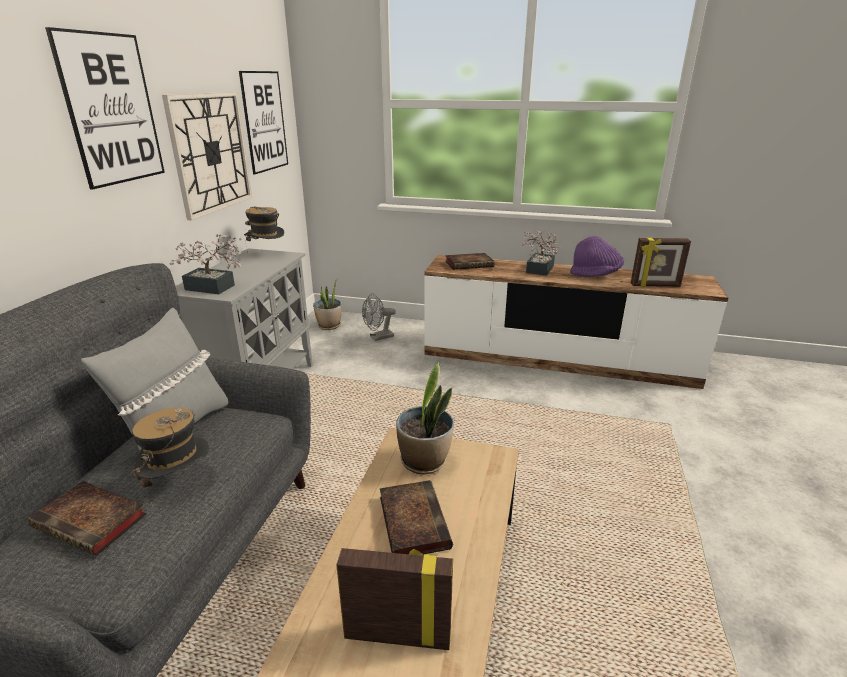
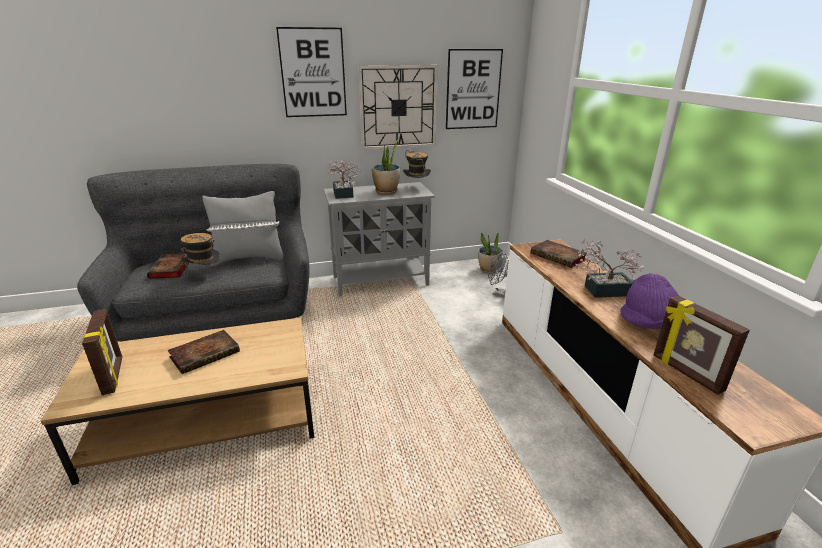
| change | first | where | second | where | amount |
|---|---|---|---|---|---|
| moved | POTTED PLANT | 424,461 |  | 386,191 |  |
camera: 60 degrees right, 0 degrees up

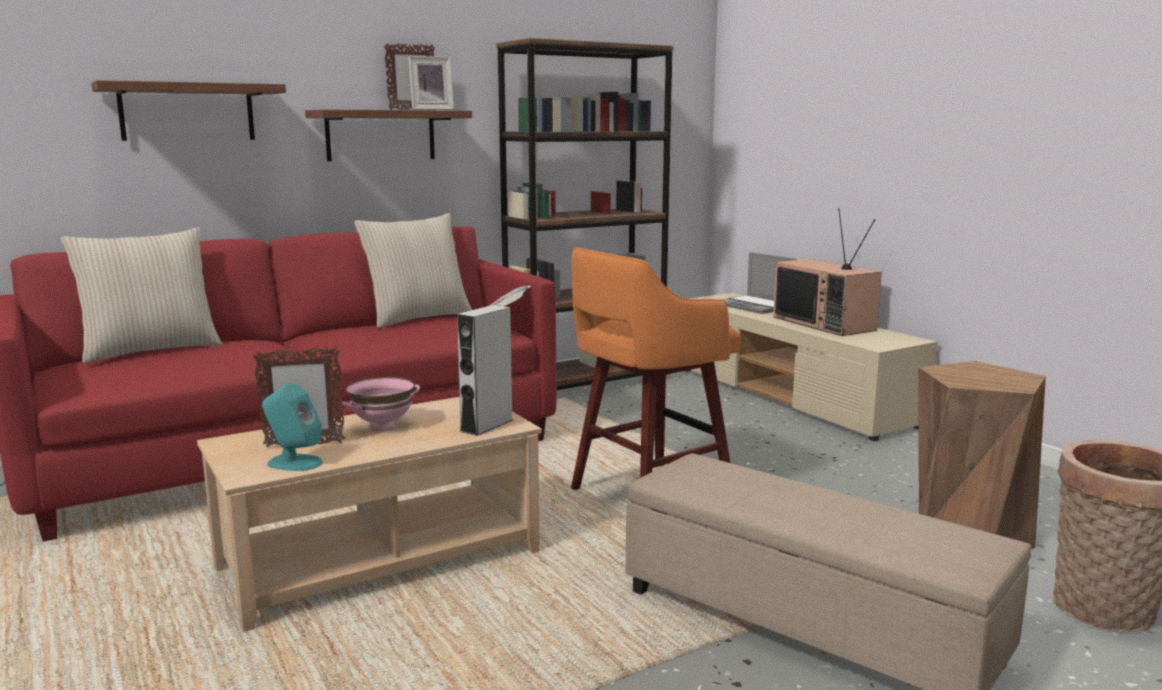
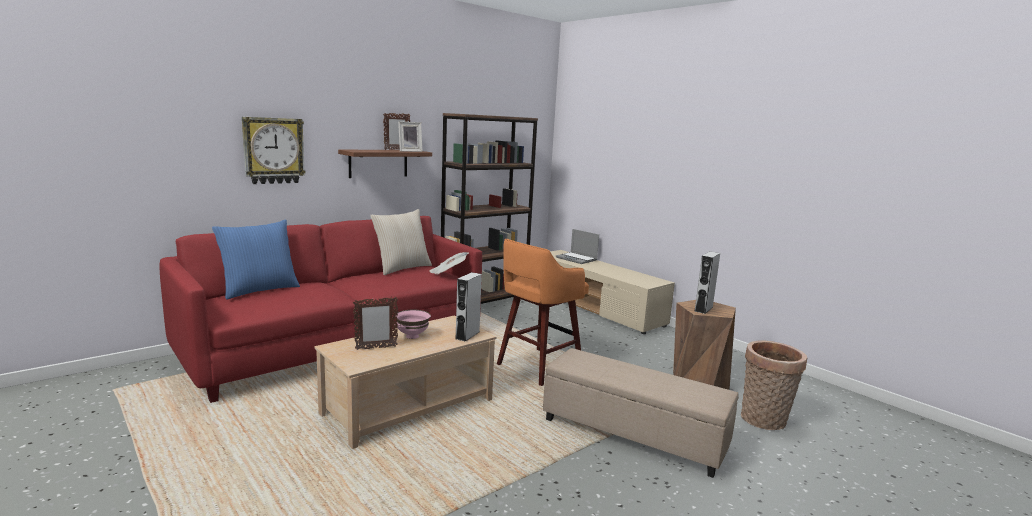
| change | first | where | second | where | amount |
|---|---|---|---|---|---|
| replaced | WALL SHELF | 187,112 | HANGING CLOCK | 273,150 |  |
| removed | TV SET | 826,324 |  |  |  |
| recoloured | BEIGE CUSHION | 150,350 | BLUE-COLOURED CUSHION | 259,290 |  |
| removed | TURQUOISE-COLOURED AUDIO SPEAKER | 294,463 |  |  |  |
| added |  |  | GREYISH AUDIO SPEAKER | 703,309 |  |
camera: 10 degrees left, 0 degrees up

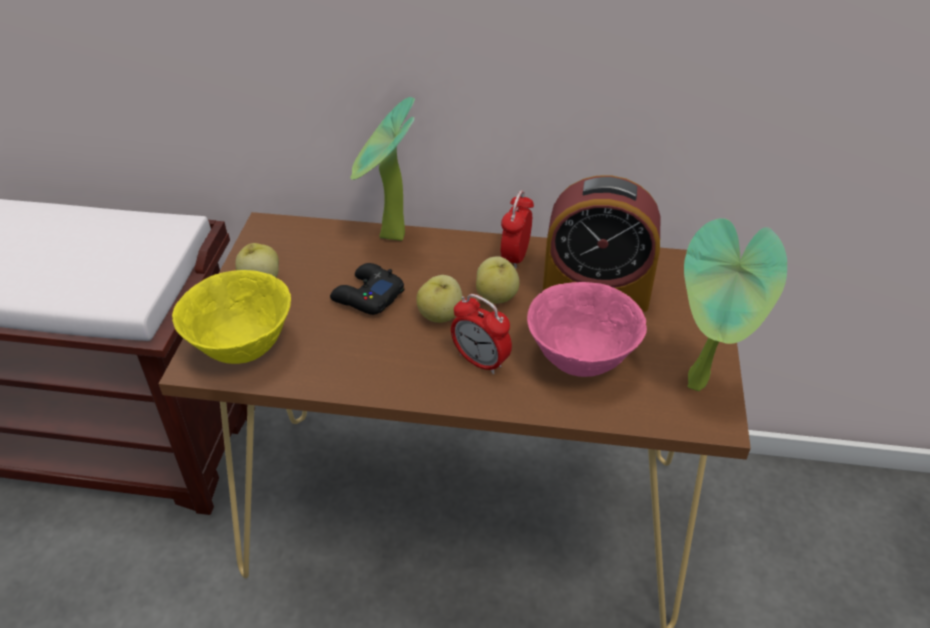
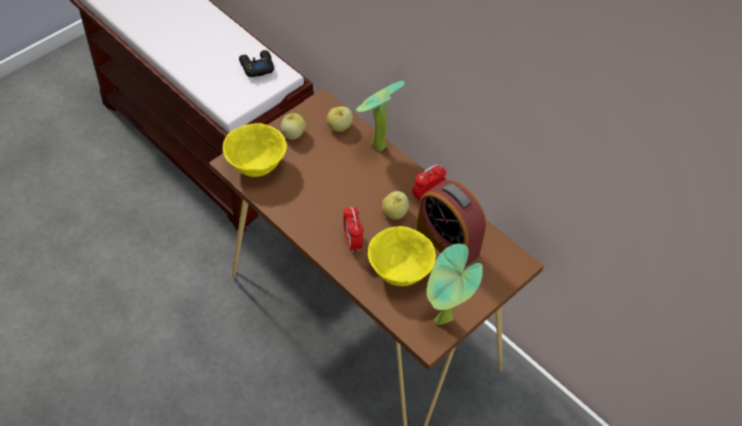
| change | first | where | second | where | amount |
|---|---|---|---|---|---|
| moved | BLACKISH JOYPAD | 367,296 |  | 256,66 |  |
| moved | WHOLE APPLE | 441,315 |  | 339,127 |  |
| recoloured | PINKISH SERVING BOWL | 580,359 | YELLOWISH SERVING BOWL | 399,272 |  |
camera: 35 degrees right, 10 degrees up

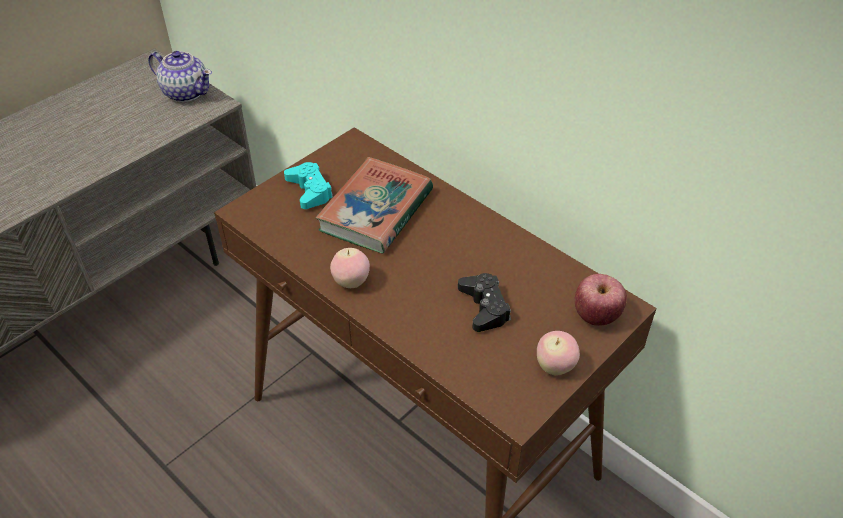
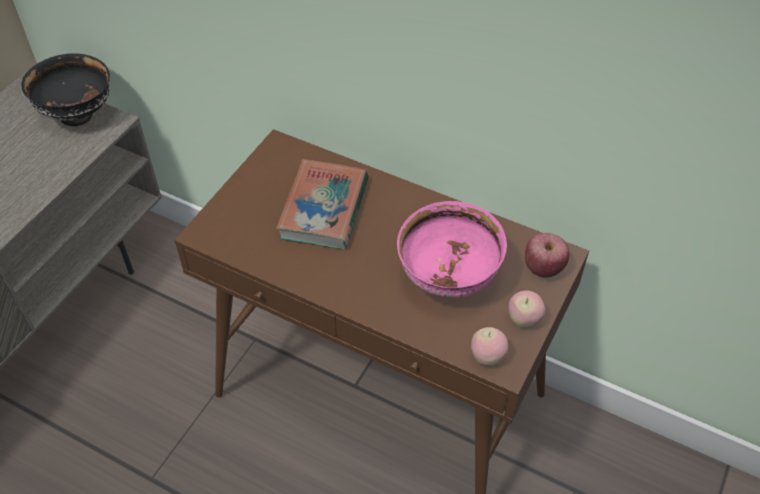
| change | first | where | second | where | amount |
|---|---|---|---|---|---|
| replaced | POT FOR TEA | 186,92 | BLACKISH SERVING BOWL | 78,114 |  |
| removed | TURQUOISE-COLOURED JOYPAD | 310,190 |  |  |  |
| moved | WHOLE APPLE | 351,282 |  | 487,357 |  |
| replaced | BLACKISH JOYPAD | 484,307 | PINKISH SERVING BOWL | 449,280 |  |
camera: 15 degrees left, 5 degrees up

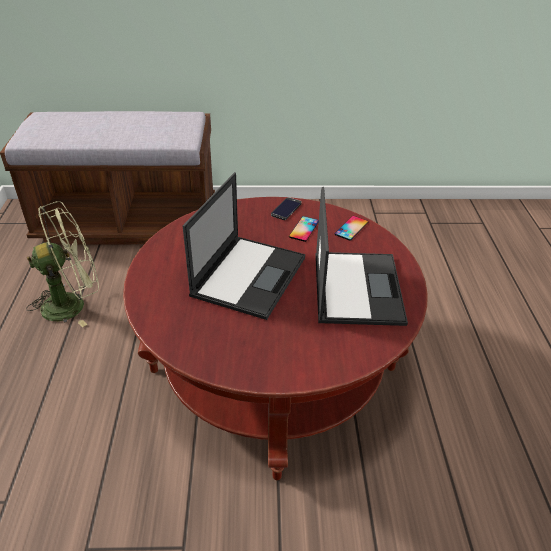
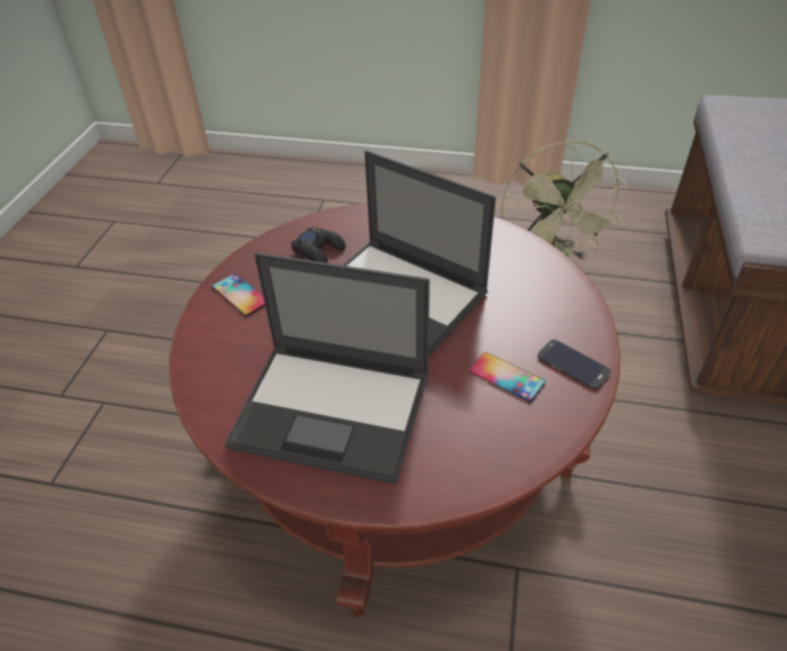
| change | first | where | second | where | amount |
|---|---|---|---|---|---|
| moved | PHONE | 351,228 |  | 240,295 |  |
| added |  |  | BLACKISH JOYPAD | 319,251 |  |
camera: 105 degrees right, 5 degrees up

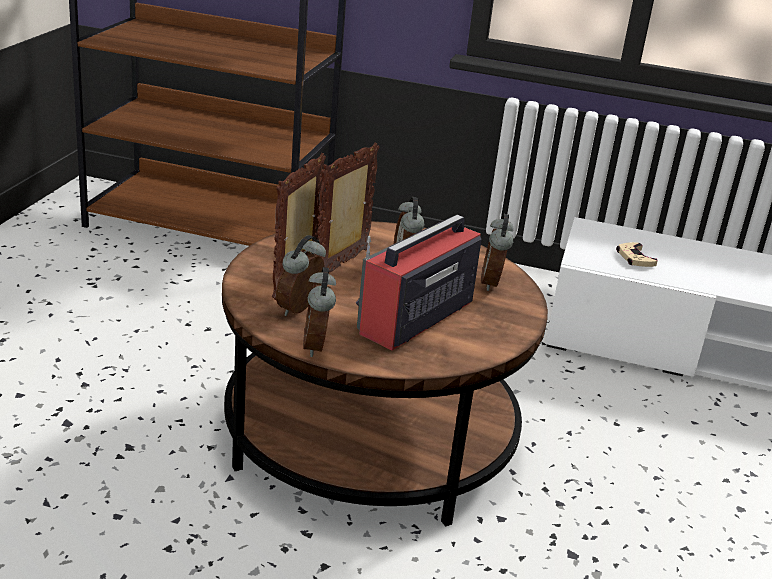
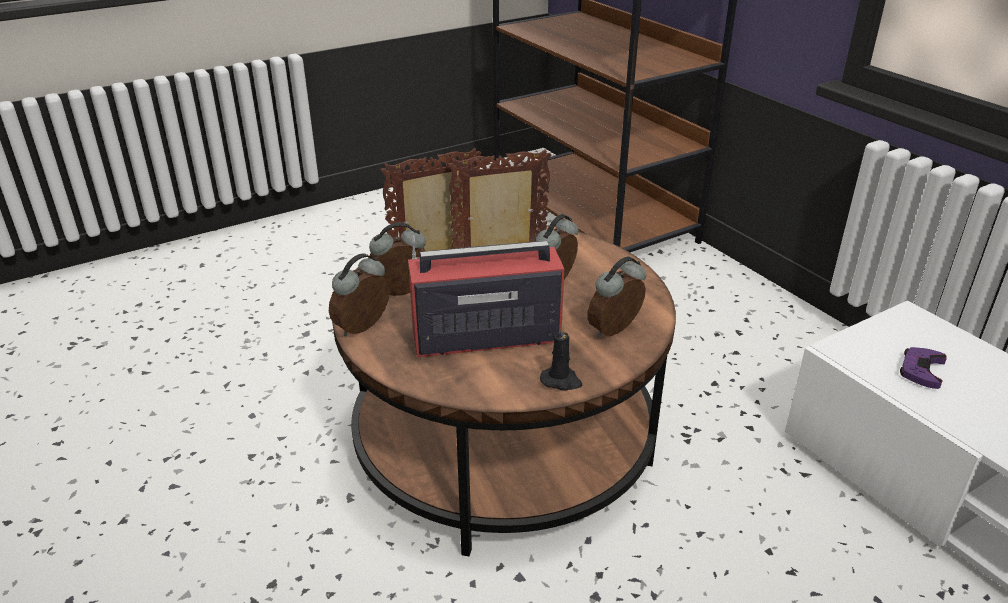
| change | first | where | second | where | amount |
|---|---|---|---|---|---|
| recoloured | BEIGE JOYPAD | 634,258 | PURPLE-COLOURED JOYPAD | 921,370 |  |
| added |  |  | BLACKISH CANDLE | 561,381 |  |
camera: 45 degrees right, 5 degrees up

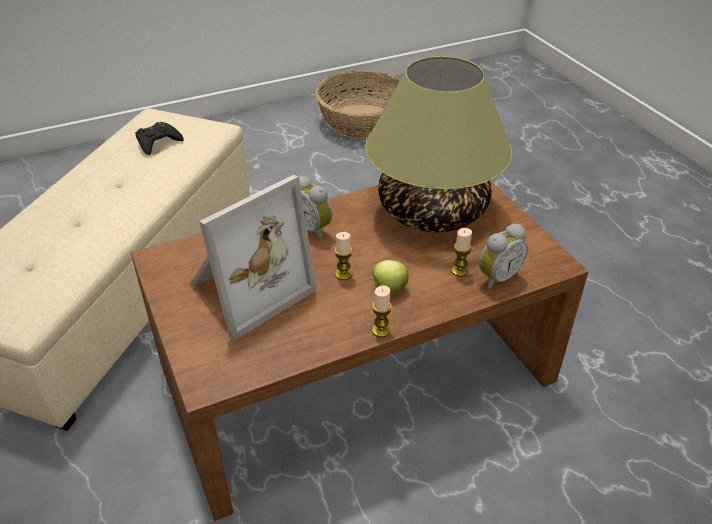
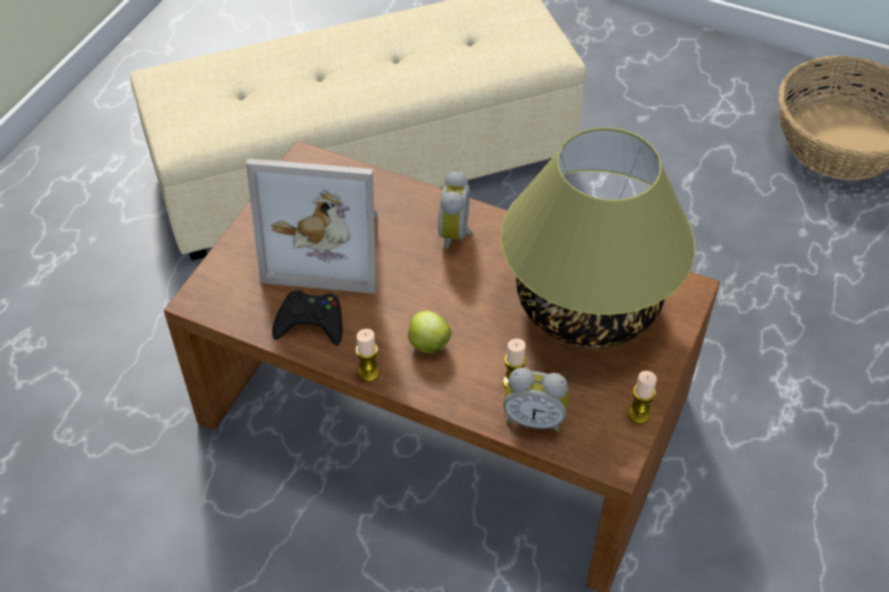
| change | first | where | second | where | amount |
|---|---|---|---|---|---|
| moved | BLACKISH JOYPAD | 158,142 |  | 311,323 |  |
| moved | CANDLE | 343,274 |  | 638,414 |  |
camera: 50 degrees right, 10 degrees up

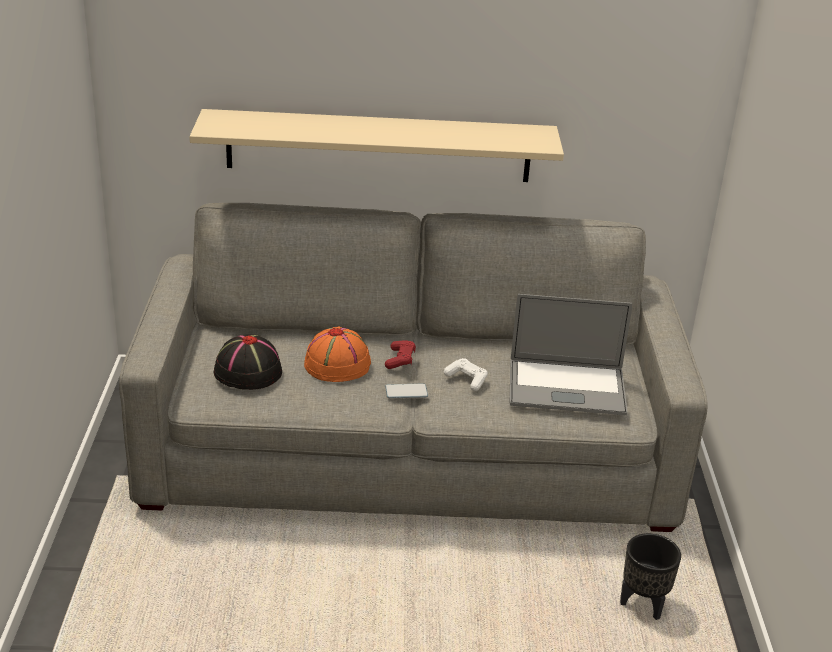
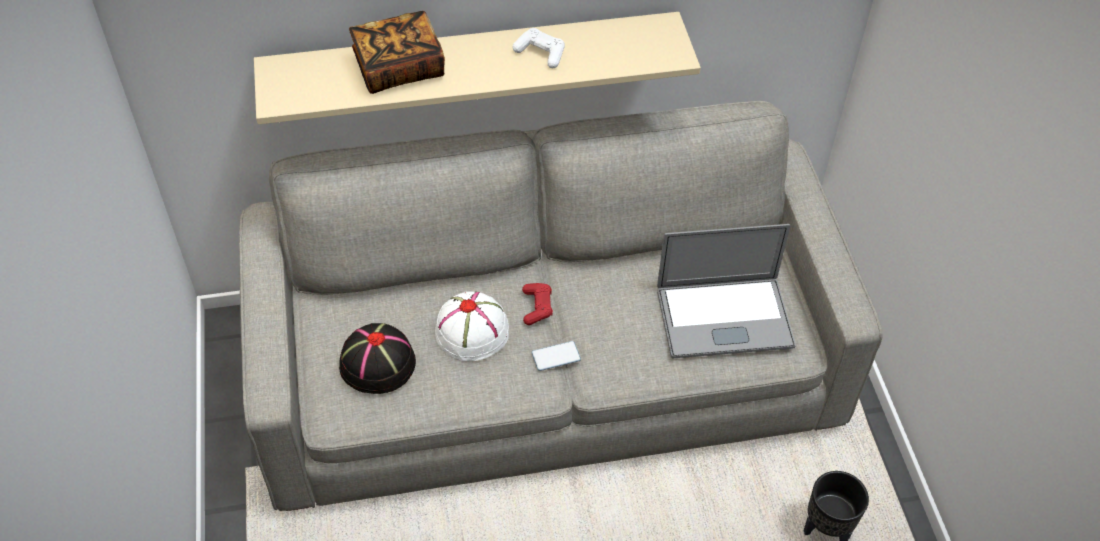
| change | first | where | second | where | amount |
|---|---|---|---|---|---|
| recoloured | ORANGE CLOTHING HAT | 338,364 | WHITE CLOTHING HAT | 472,331 |  |
| moved | WHITE JOYPAD | 467,379 |  | 540,53 |  |
| added |  |  | BOOK | 399,68 |  |
camera: 10 degrees left, 20 degrees up

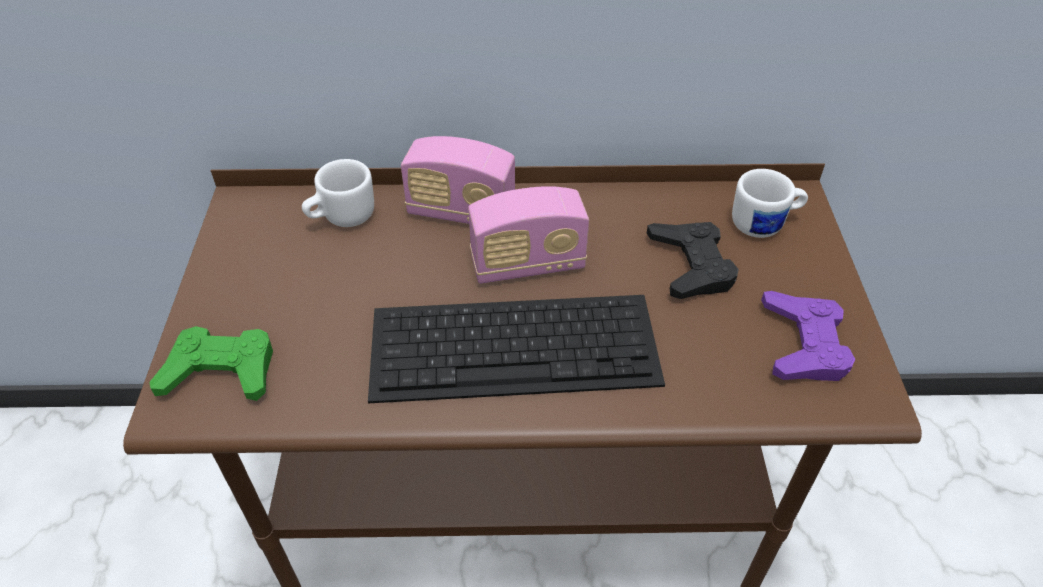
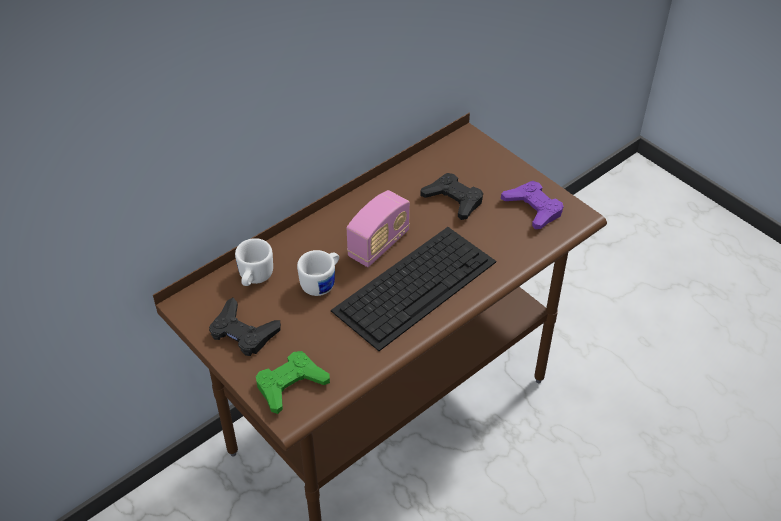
| change | first | where | second | where | amount |
|---|---|---|---|---|---|
| removed | RADIO SET | 461,212 |  |  |  |
| moved | WHITE COFFEE MUG | 765,224 |  | 322,282 |  |
| added |  |  | BLACKISH JOYPAD | 243,332 |  |
camera: 40 degrees left, 0 degrees up

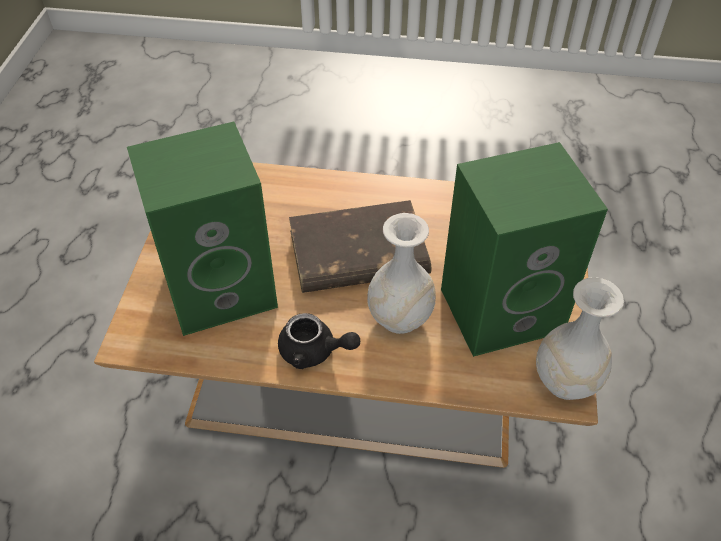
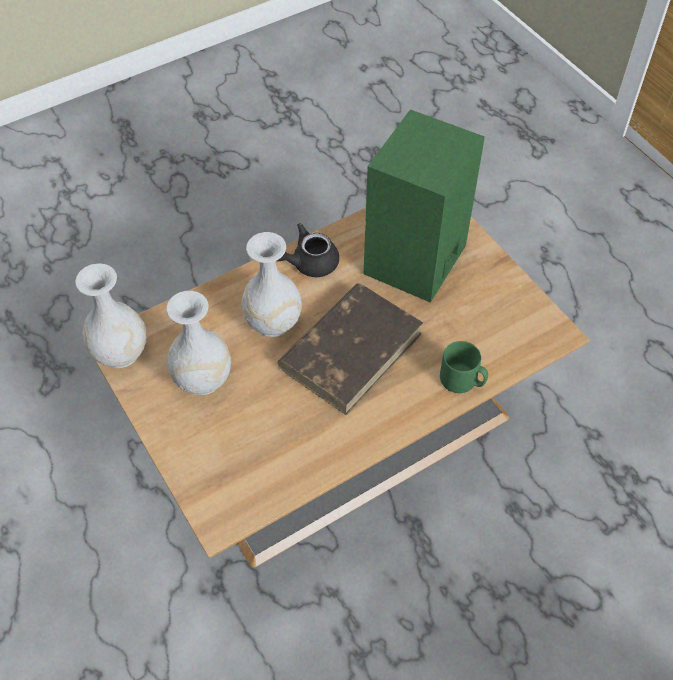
| change | first | where | second | where | amount |
|---|---|---|---|---|---|
| replaced | GREENISH AUDIO SPEAKER | 503,307 | WHITE VASE | 203,380 |  |
| added |  |  | GREENISH COFFEE MUG | 462,380 |  |
camera: 140 degrees right, 5 degrees up

